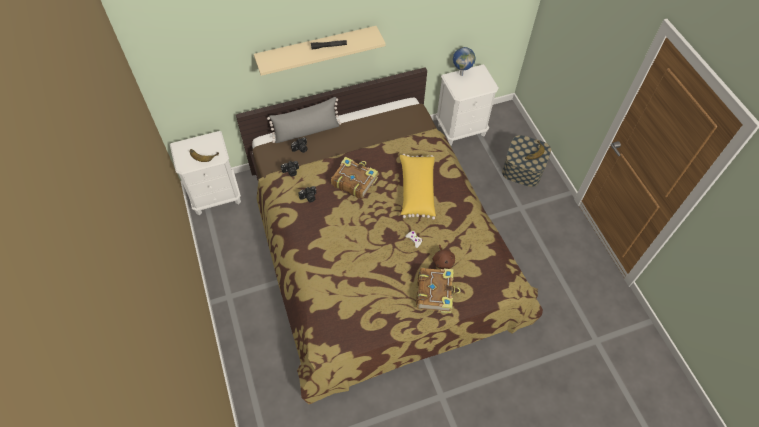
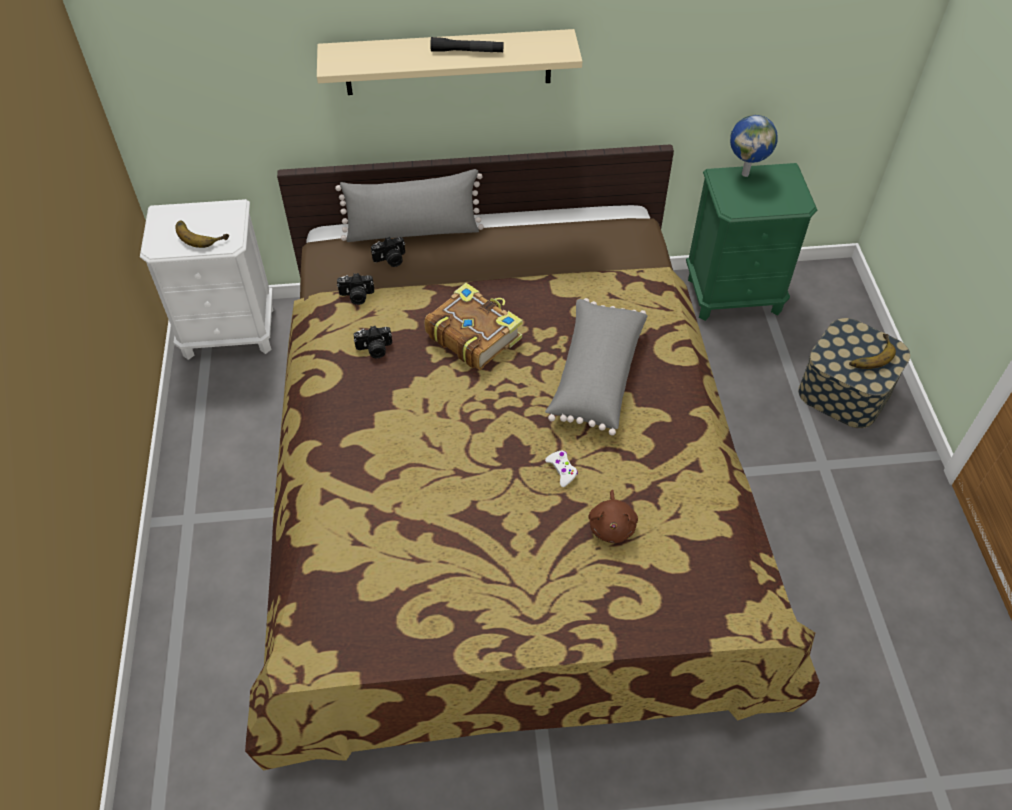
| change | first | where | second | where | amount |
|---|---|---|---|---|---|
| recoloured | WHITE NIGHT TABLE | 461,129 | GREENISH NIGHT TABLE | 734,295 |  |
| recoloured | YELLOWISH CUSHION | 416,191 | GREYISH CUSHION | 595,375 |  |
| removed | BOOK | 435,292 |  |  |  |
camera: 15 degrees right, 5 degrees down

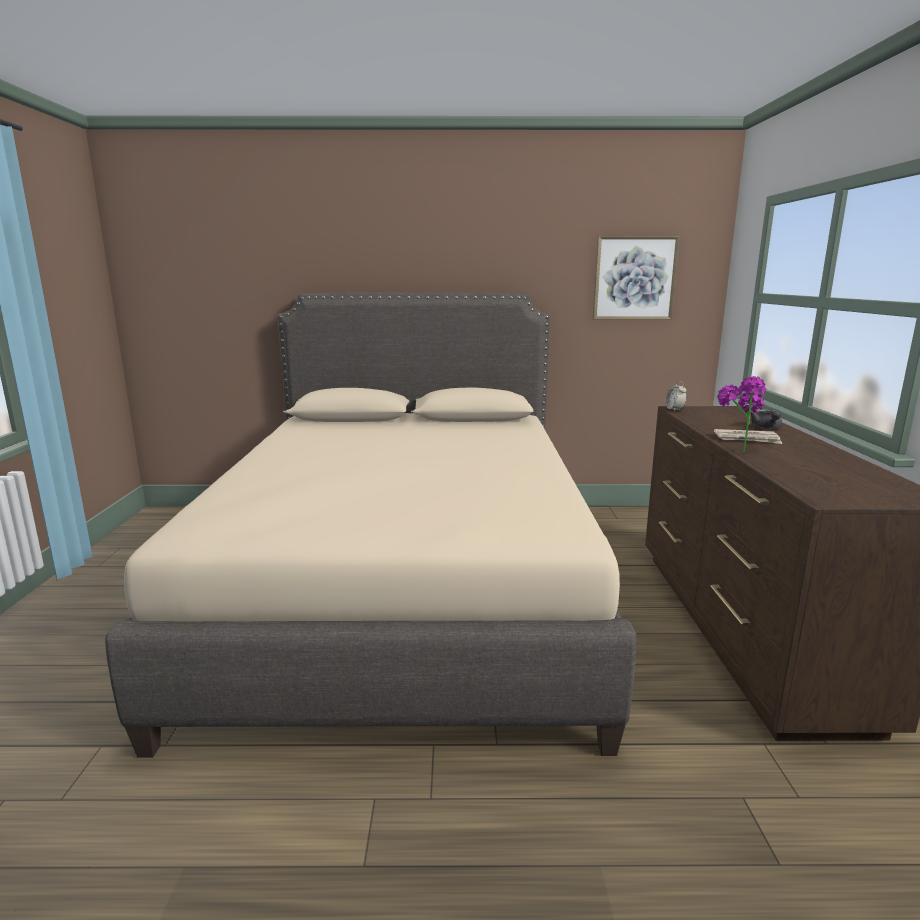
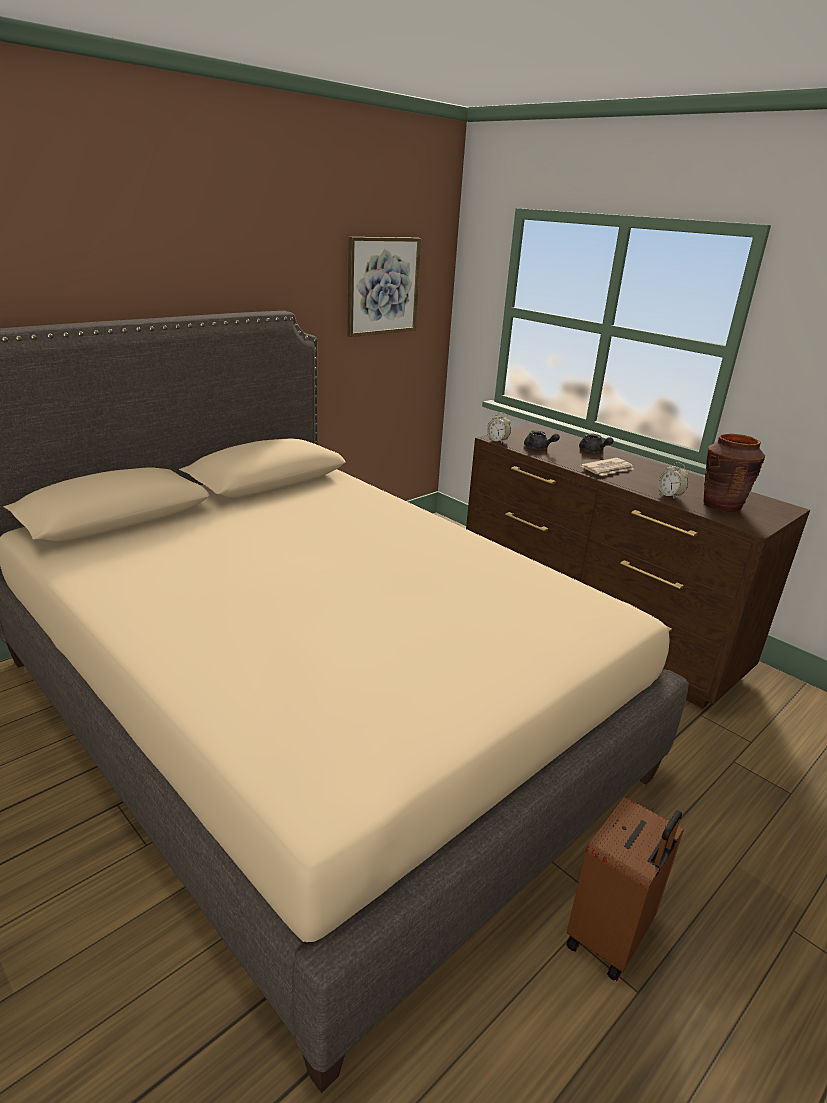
| change | first | where | second | where | amount |
|---|---|---|---|---|---|
| removed | POTTED PLANT | 735,449 |  |  |  |
| added |  |  | GREYISH POT FOR TEA | 538,448 |  |
| added |  |  | BROWN-COLOURED VASE | 721,505 |  |
| added |  |  | TABLE CLOCK | 670,495 |  |
| added |  |  | BROWN-COLOURED SUITCASE | 611,937 |  |
camera: 45 degrees left, 10 degrees up

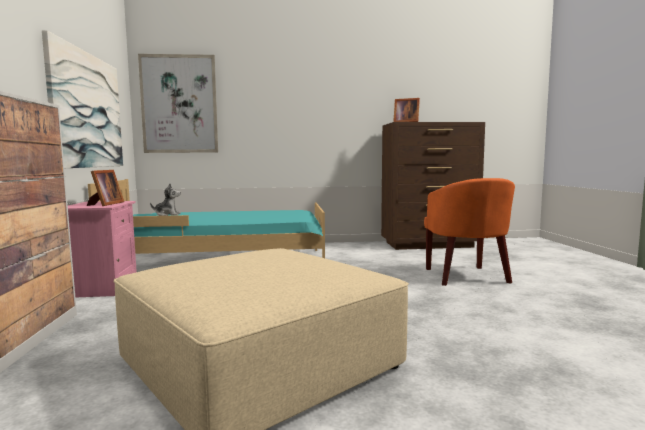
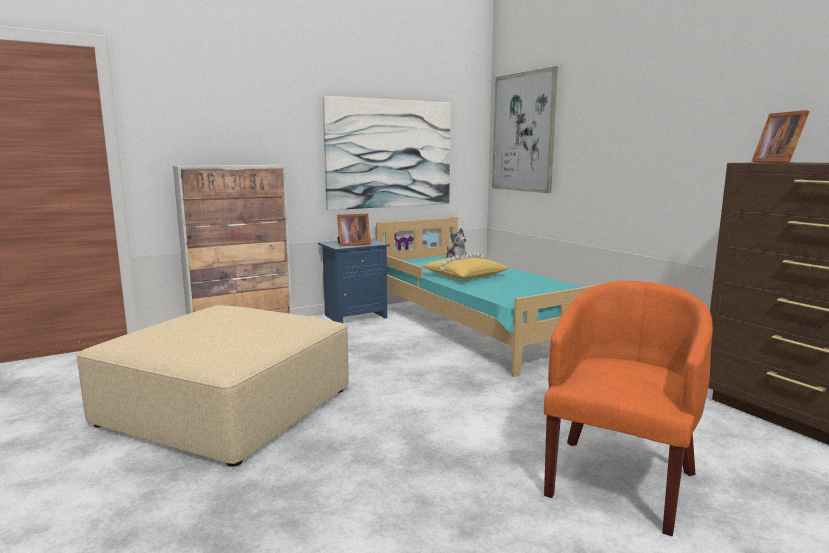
| change | first | where | second | where | amount |
|---|---|---|---|---|---|
| turned | ORANGE ARMCHAIR | 466,277 |  | 619,479 | 150 degrees clockwise |
| recoloured | PINKISH NIGHT TABLE | 102,288 | BLUE-COLOURED NIGHT TABLE | 354,316 |  |
| added |  |  | YELLOWISH CUSHION | 464,275 |  |
camera: 65 degrees right, 5 degrees up

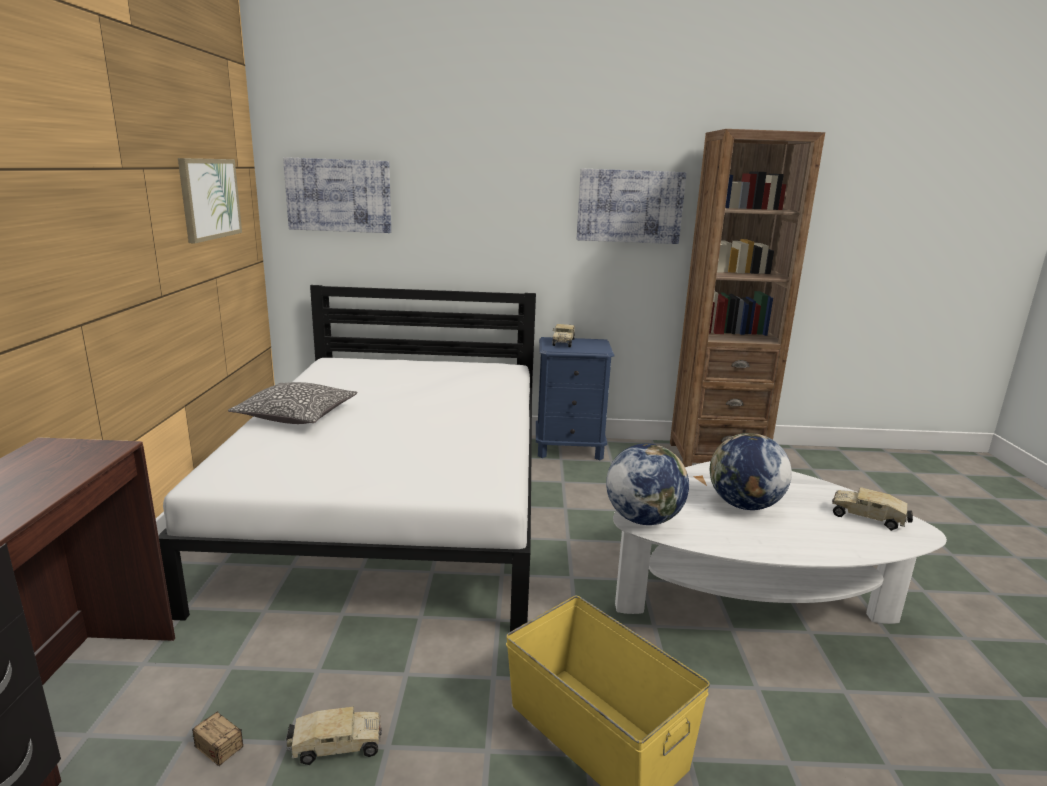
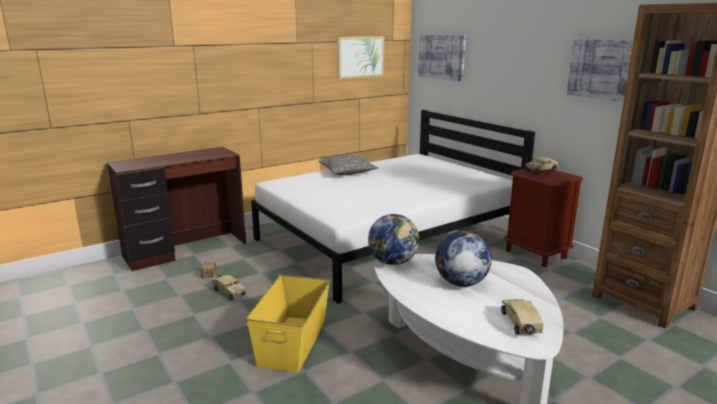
| change | first | where | second | where | amount |
|---|---|---|---|---|---|
| recoloured | BLUE-COLOURED NIGHT TABLE | 569,449 | BROWN-COLOURED NIGHT TABLE | 535,254 |  |
camera: 55 degrees right, 0 degrees up

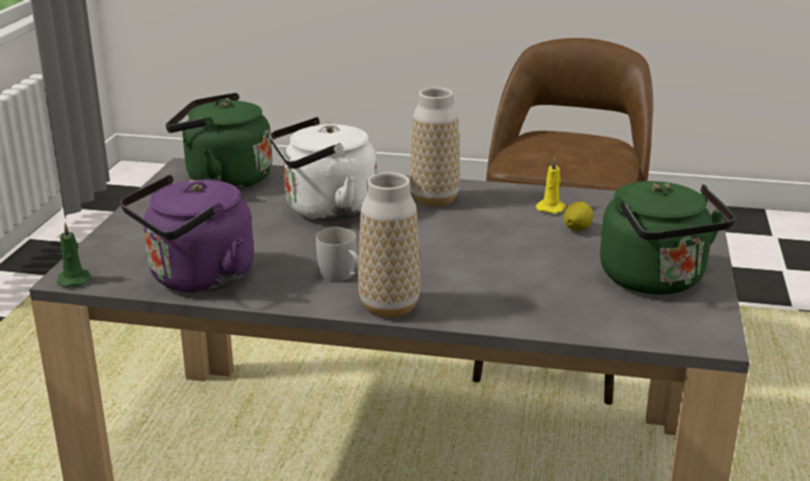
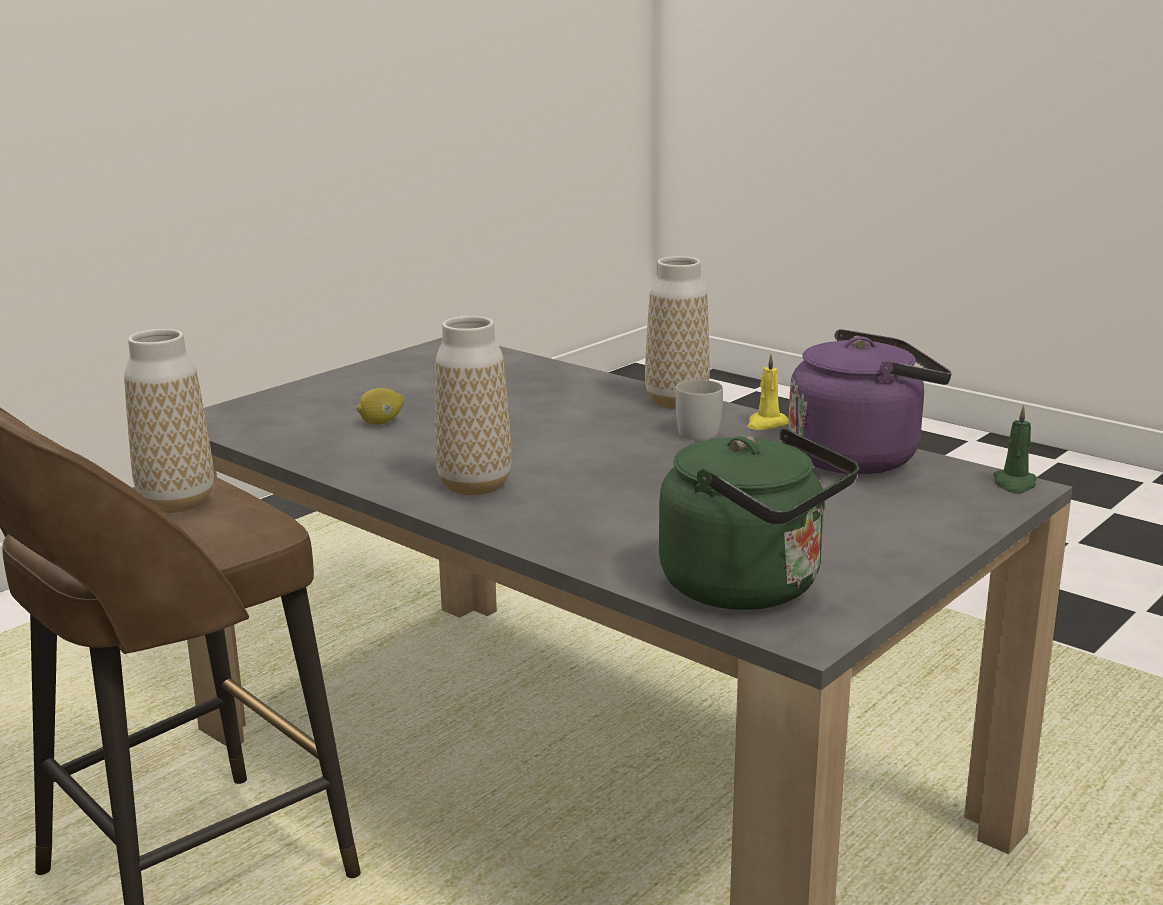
| change | first | where | second | where | amount |
|---|---|---|---|---|---|
| removed | WHITE WATER KETTLE | 325,210 |  |  |  |
| moved | YELLOWISH CANDLE | 551,208 |  | 766,424 |  |
| removed | GREENISH WATER KETTLE | 656,281 |  |  |  |
| added |  |  | VASE | 177,502 |  |
camera: 150 degrees left, 5 degrees down

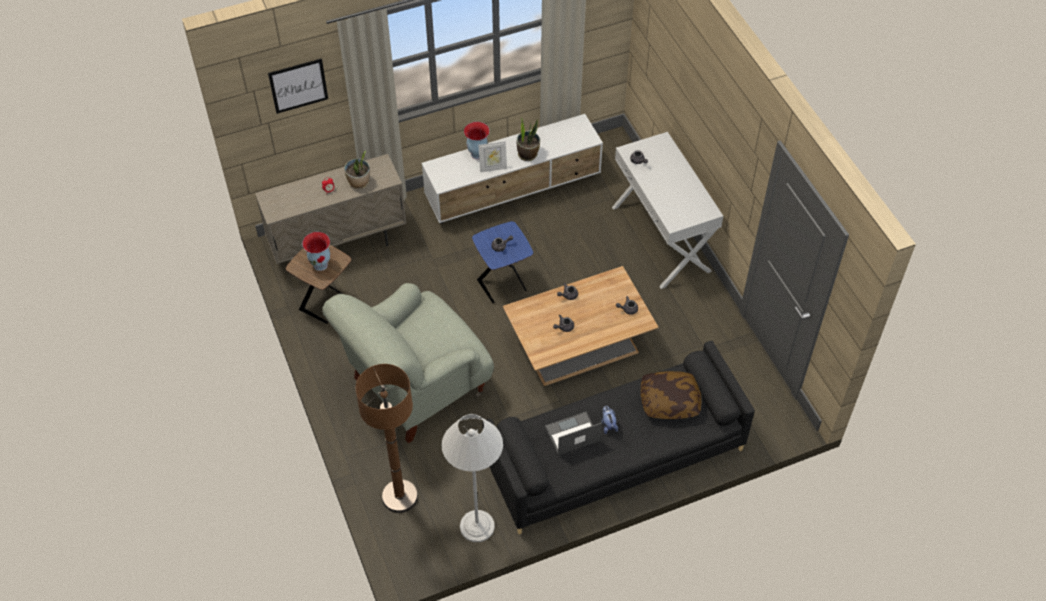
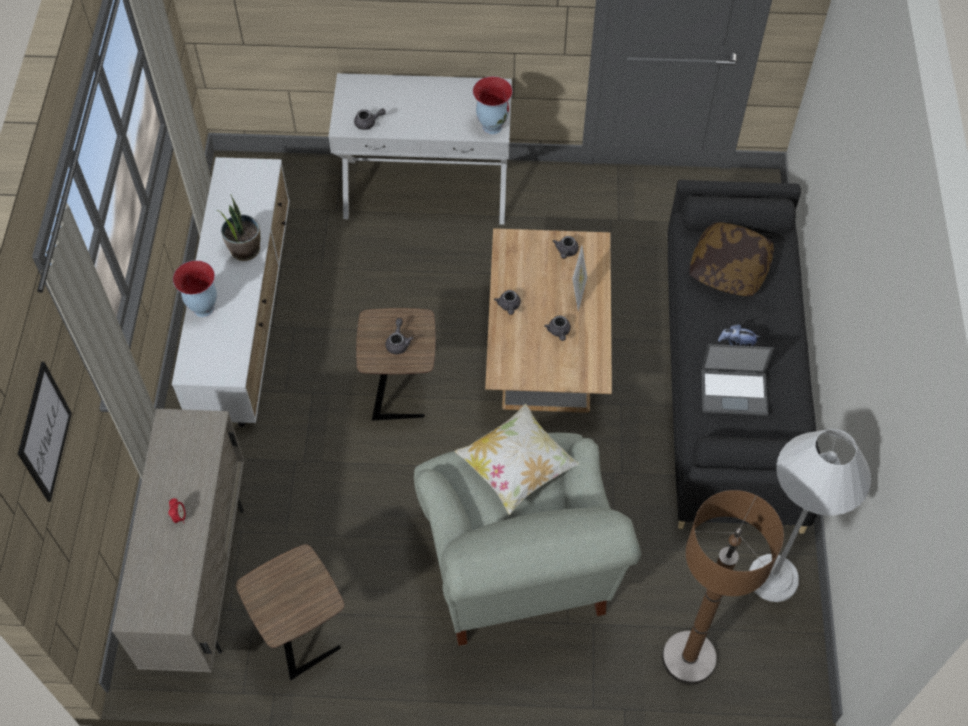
| change | first | where | second | where | amount |
|---|---|---|---|---|---|
| moved | PICTURE FRAME | 493,168 |  | 578,293 |  |
| removed | POTTED PLANT | 359,182 |  |  |  |
| recoloured | BLUE-COLOURED SIDE TABLE | 503,286 | BROWN-COLOURED SIDE TABLE | 401,393 |  |
| moved | VASE | 321,264 |  | 492,126 |  |
| turned | NOTEBOOK COMPUTER | 571,434 |  | 734,391 | 90 degrees counterclockwise |
| added |  |  | CUSHION | 516,468 |  |
camera: 65 degrees left, 5 degrees up

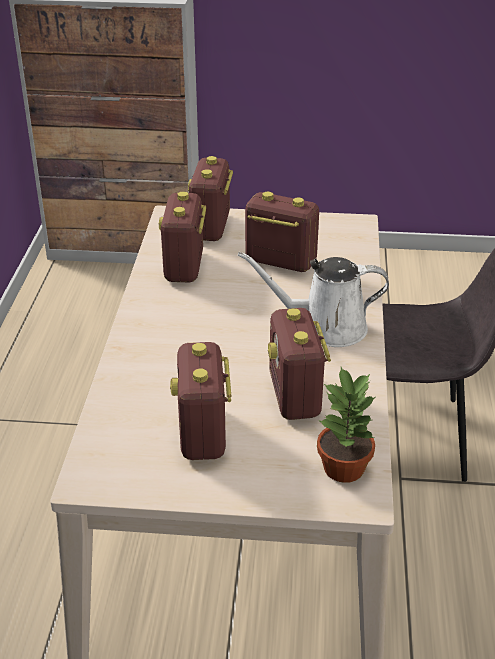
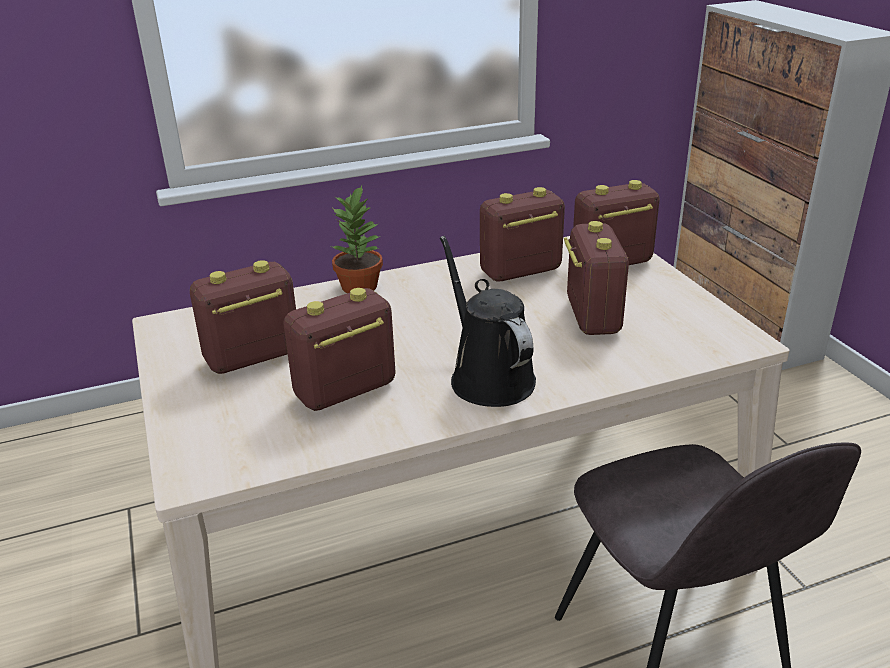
| change | first | where | second | where | amount |
|---|---|---|---|---|---|
| recoloured | WHITE SPRINKLING CAN | 325,328 | BLACKISH SPRINKLING CAN | 488,377 |  |
| moved | POTTED PLANT | 344,467 |  | 360,286 |  |
camera: 65 degrees right, 5 degrees down

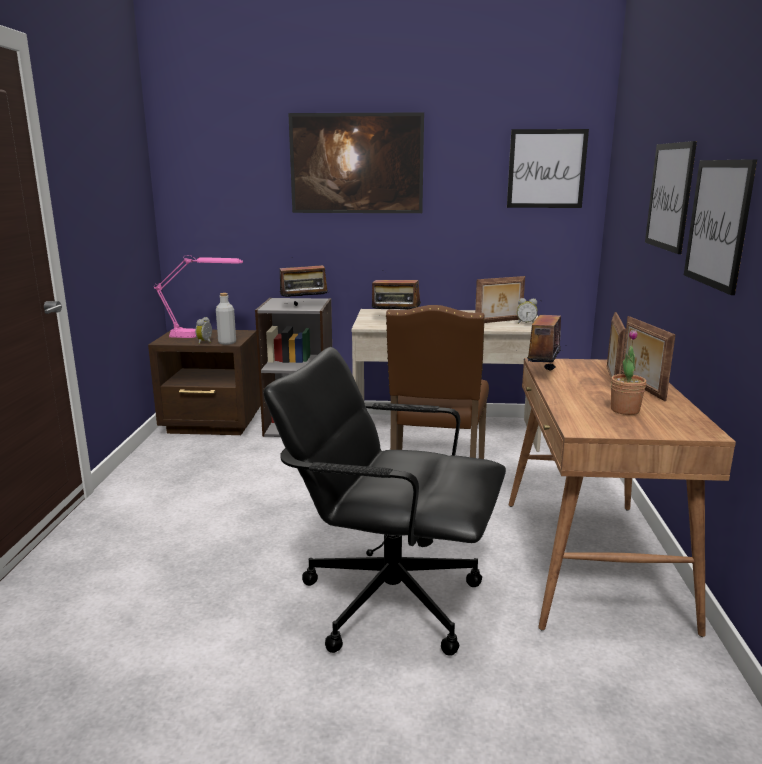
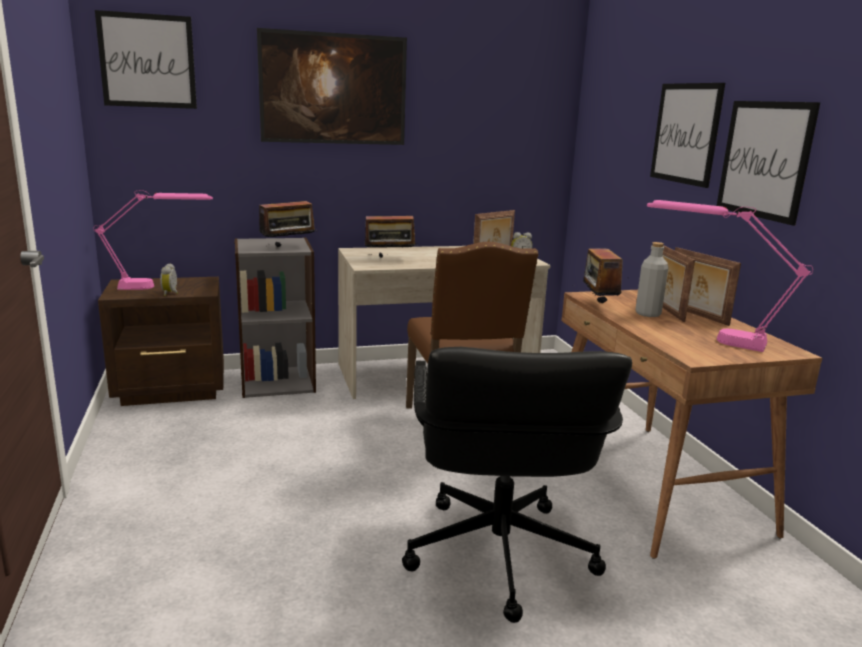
| change | first | where | second | where | amount |
|---|---|---|---|---|---|
| moved | WALL ART | 546,169 |  | 147,61 |  |
| moved | GREYISH DRINK BOTTLE | 227,342 |  | 648,314 |  |
| replaced | POTTED PLANT | 625,410 | PINKISH TABLETOP LAMP | 708,337 |  |
| turned | BLACKISH DESK CHAIR | 389,599 |  | 497,555 | 90 degrees counterclockwise |
camera: 20 degrees left, 0 degrees up

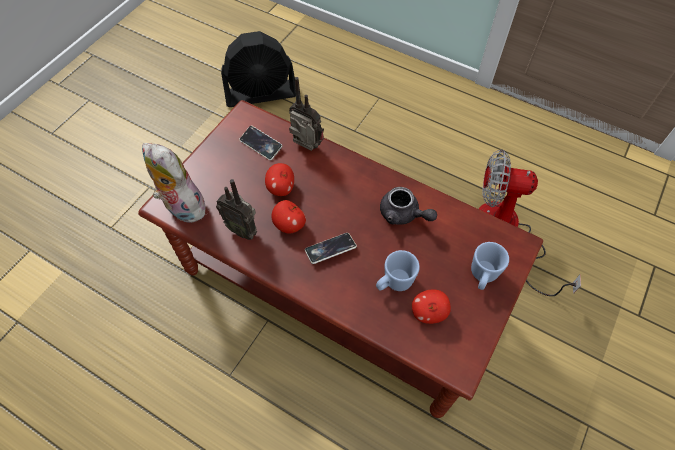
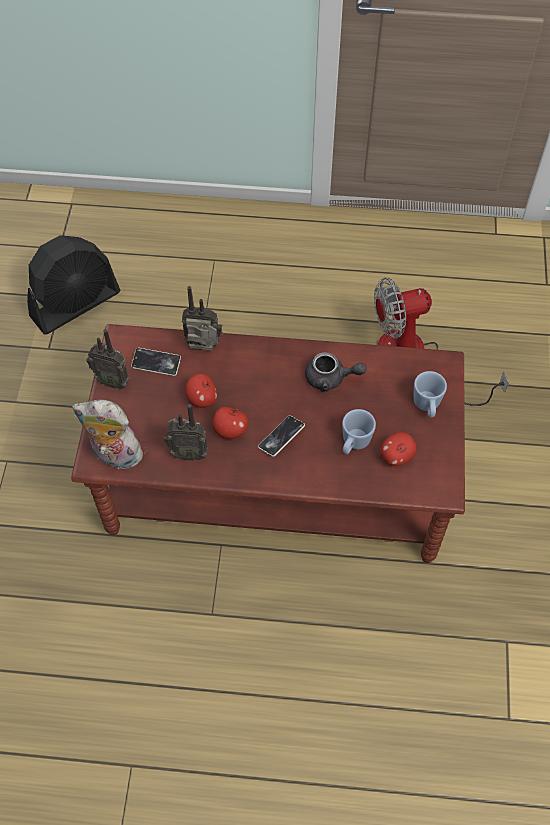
| change | first | where | second | where | amount |
|---|---|---|---|---|---|
| added |  |  | RADIO SET | 113,380 |  |
camera: 25 degrees left, 0 degrees up

